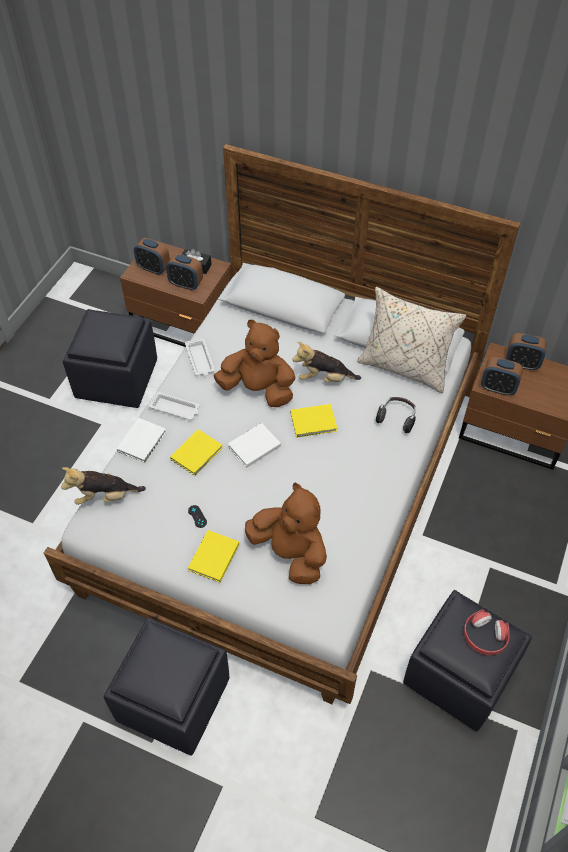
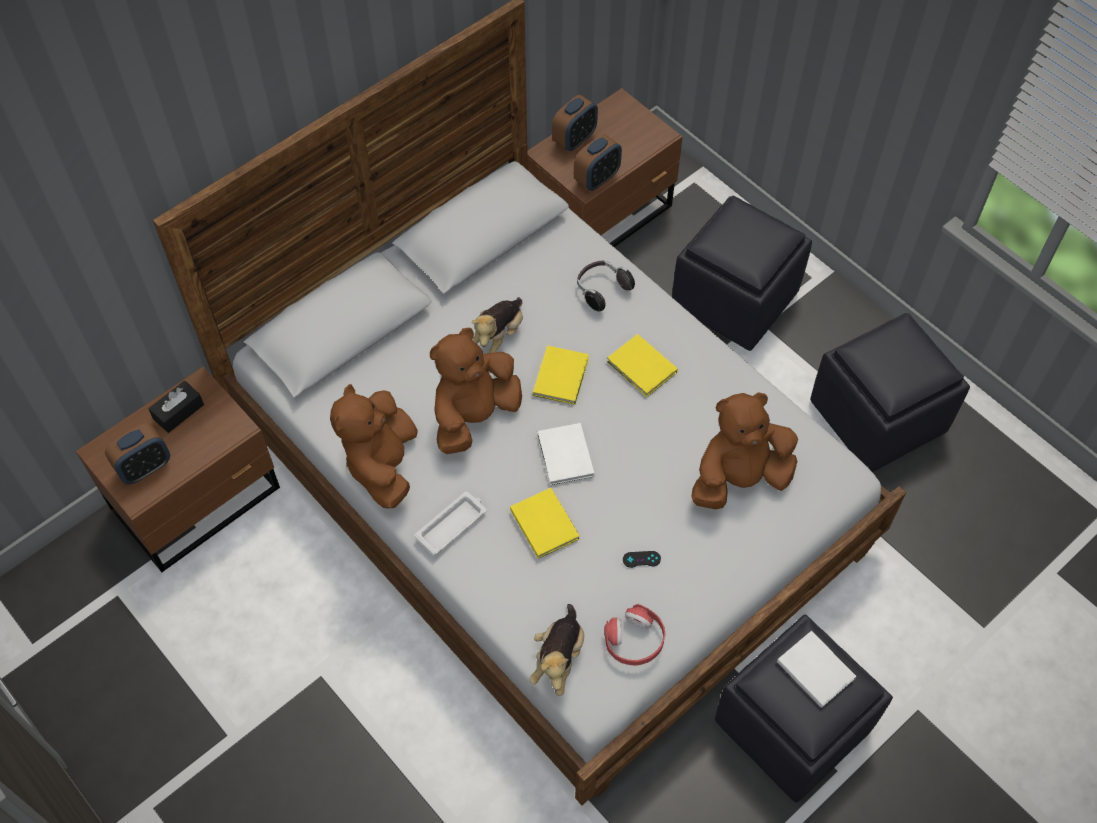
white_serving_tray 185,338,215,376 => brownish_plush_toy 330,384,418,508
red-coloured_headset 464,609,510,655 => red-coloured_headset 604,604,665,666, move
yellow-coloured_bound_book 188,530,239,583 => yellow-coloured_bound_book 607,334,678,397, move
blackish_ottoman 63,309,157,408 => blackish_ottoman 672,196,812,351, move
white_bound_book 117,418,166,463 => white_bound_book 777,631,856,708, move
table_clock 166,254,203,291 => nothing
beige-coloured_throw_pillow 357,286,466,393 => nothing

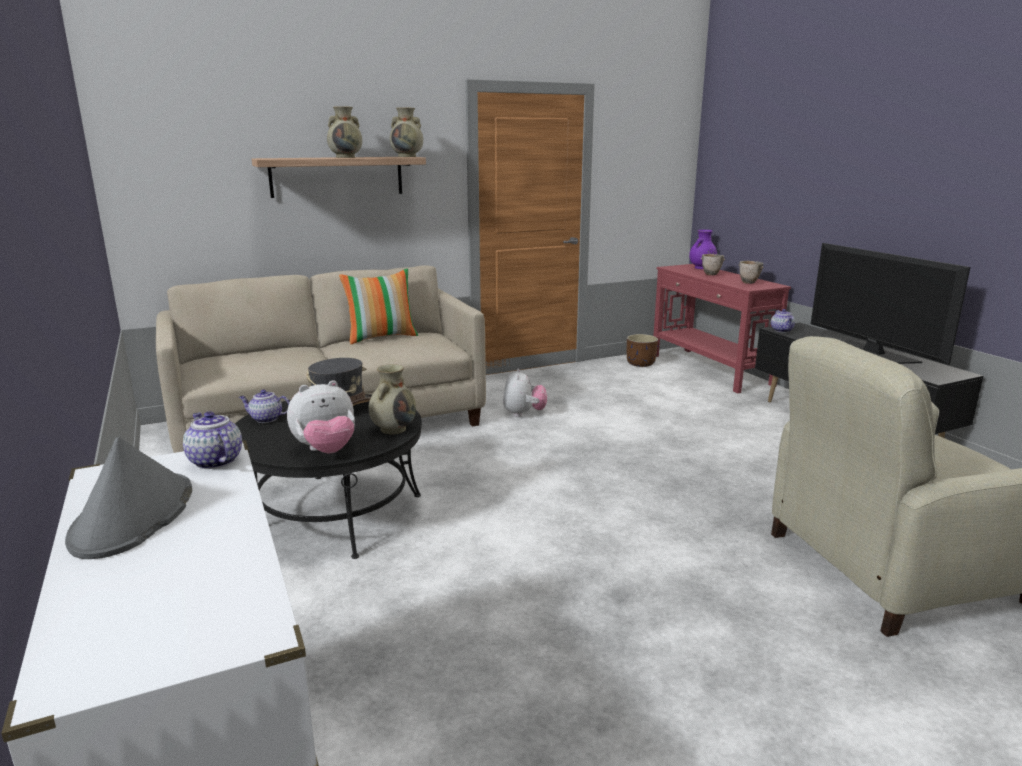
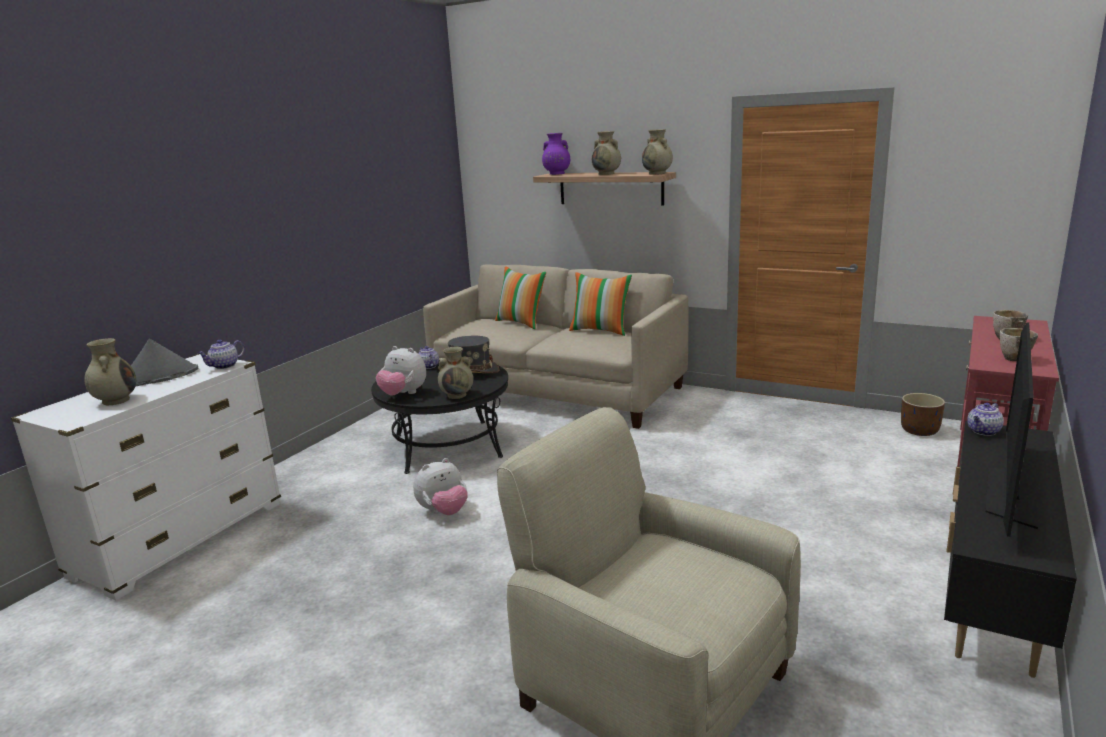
nothing => beige-coloured_flower_vase 84,338,136,405
pot_for_tea 183,411,242,469 => pot_for_tea 197,340,245,369, 150 degrees counterclockwise
plush_toy 503,369,547,417 => plush_toy 413,458,468,515, move
nothing => throw_pillow 495,266,546,329
purplish_flower_vase 689,230,717,269 => purplish_flower_vase 542,133,570,175, move

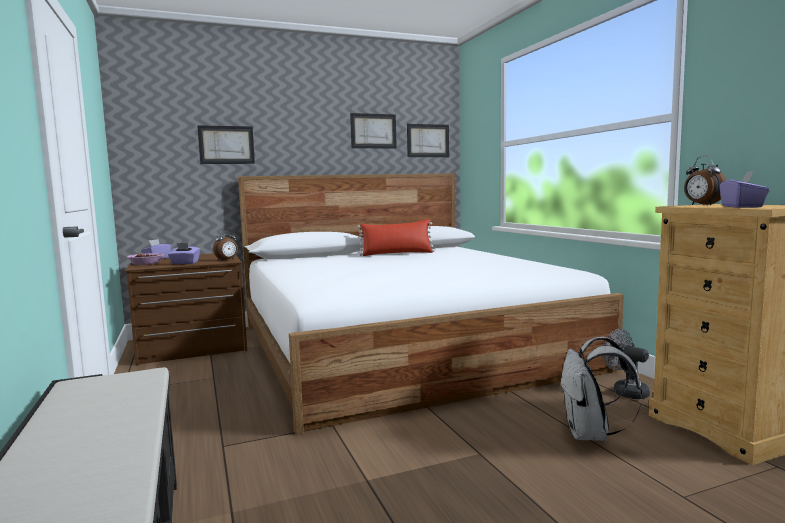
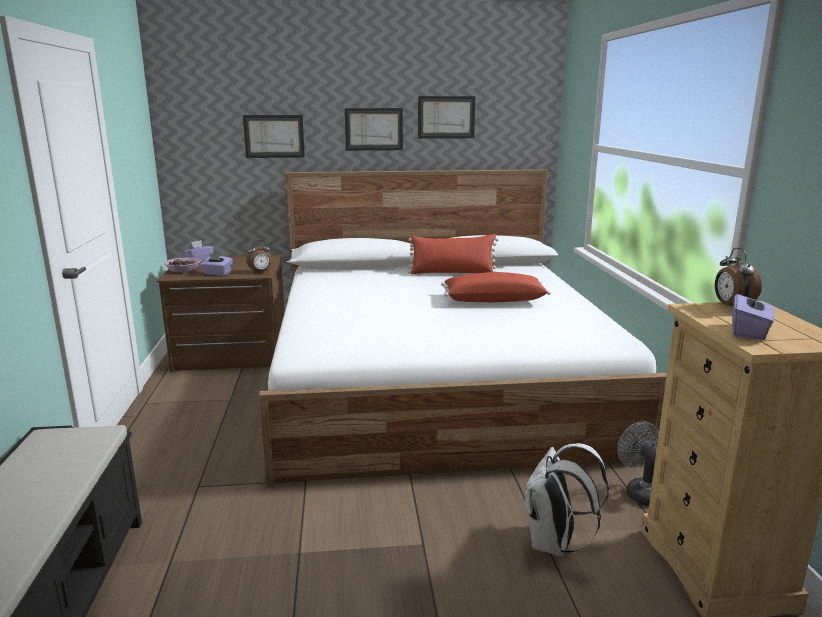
wall_picture 407,124,449,157 => wall_picture 345,108,403,151, move
nothing => red-coloured_throw_pillow 441,272,551,302

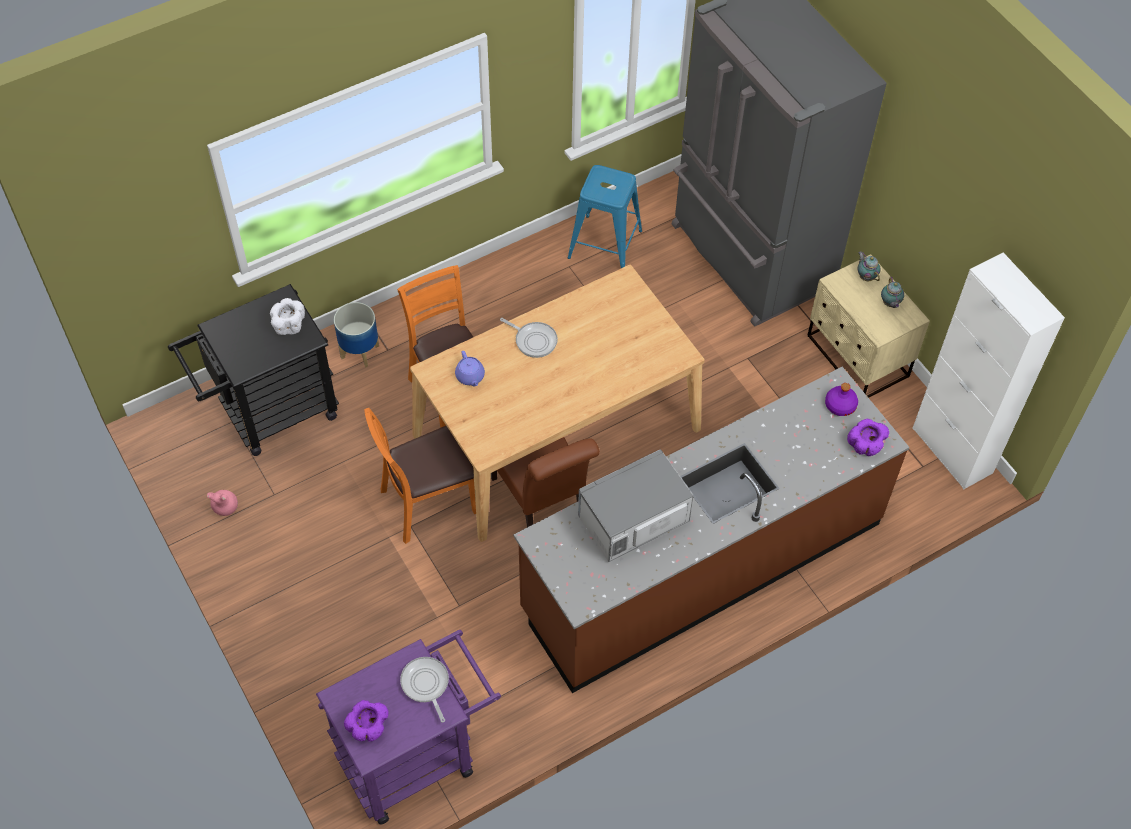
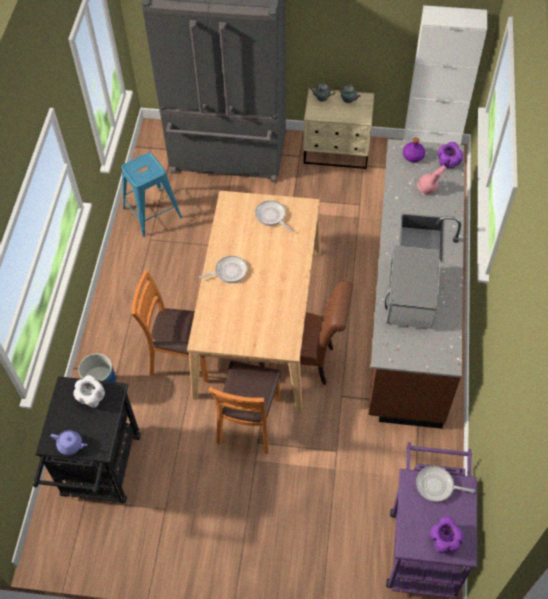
purplish_pot_for_tea 455,351,485,386 => purplish_pot_for_tea 51,430,87,455, move
nothing => frying_pan 255,200,292,232
pink-coloured_flower_vase 207,490,238,516 => pink-coloured_flower_vase 417,165,446,195, move

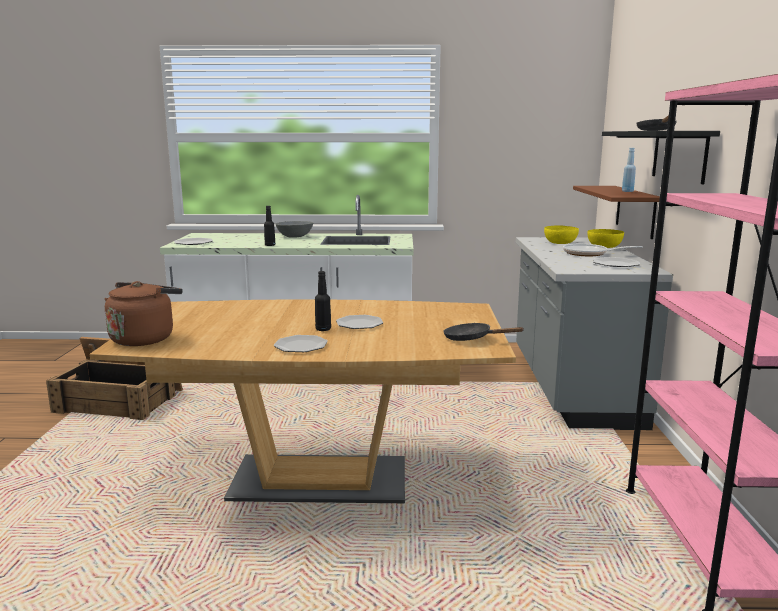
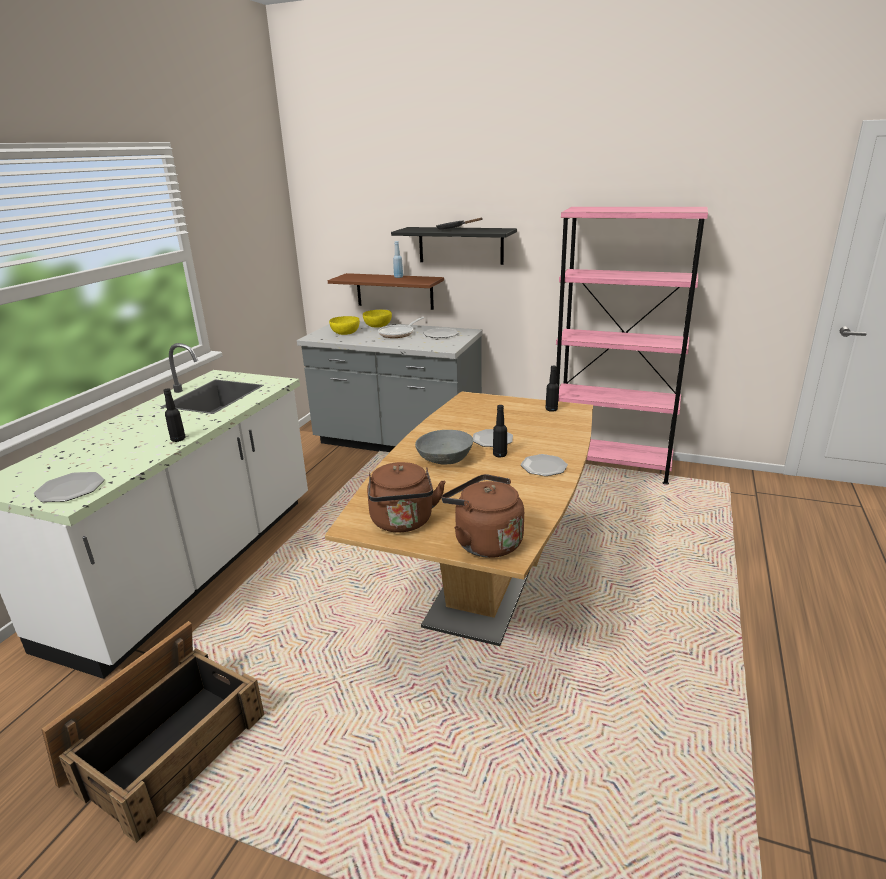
nothing => brownish_water_kettle 367,462,446,533
gray_bowl 275,221,313,238 => gray_bowl 415,430,473,464, move
blackish_frying_pan 443,323,525,341 => blackish_drink_bottle 546,365,559,412

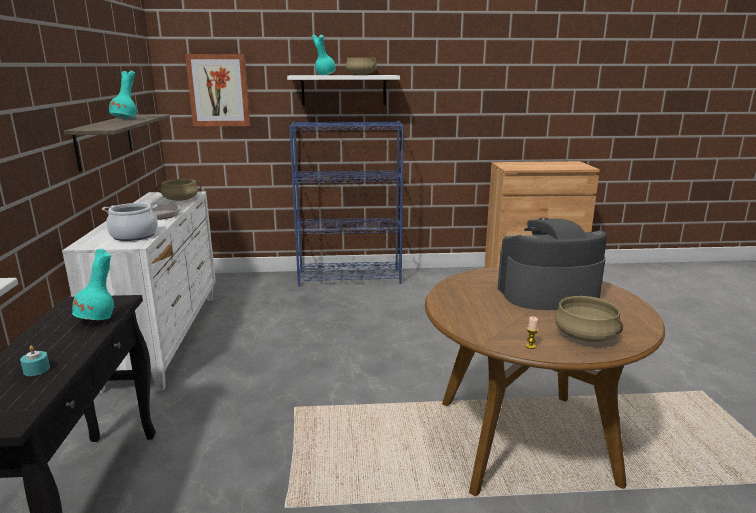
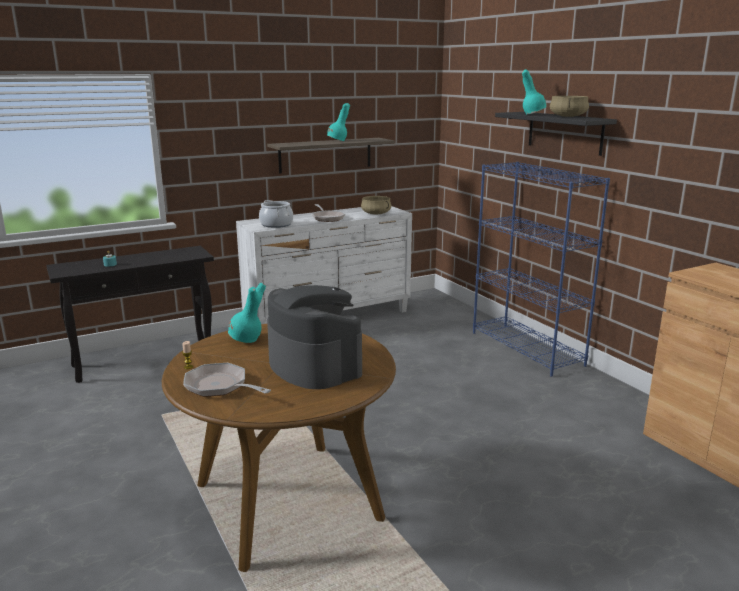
beige-coloured_stockpot 555,296,623,342 => frying_pan 183,363,271,397
blue-green_flower_vase 72,249,114,320 => blue-green_flower_vase 228,283,266,343, move
white_bracket_shelf 287,75,400,105 => blackish_bracket_shelf 495,112,617,156
wall_picture 185,54,250,126 => nothing

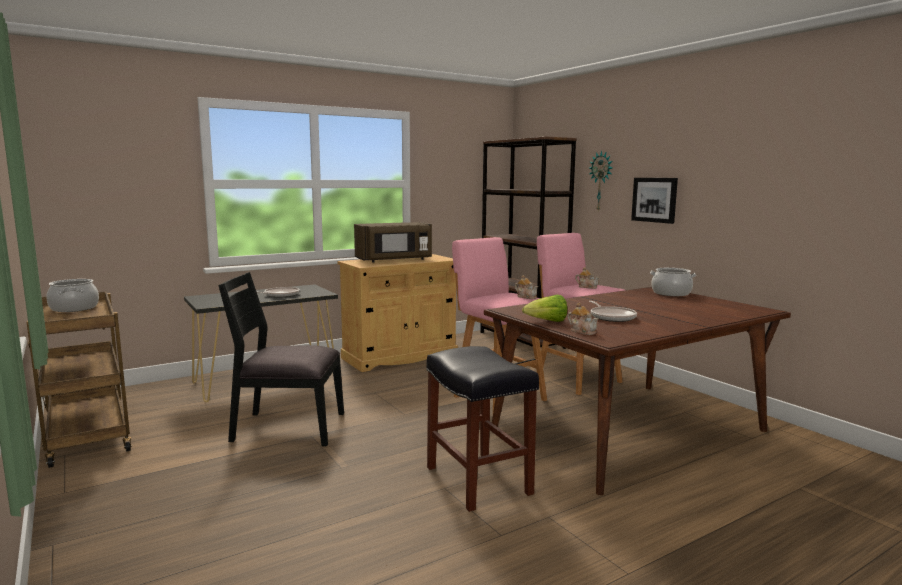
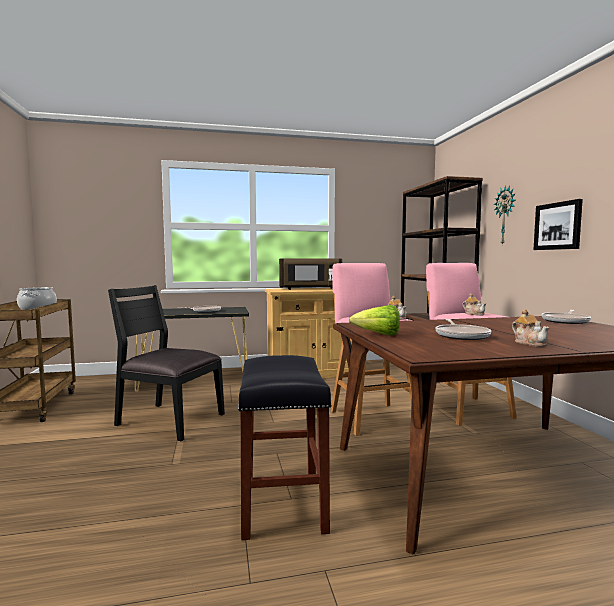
pot_for_tea 568,302,598,335 => pot_for_tea 512,309,550,347, move
stockpot 650,268,696,296 => frying_pan 541,310,591,324

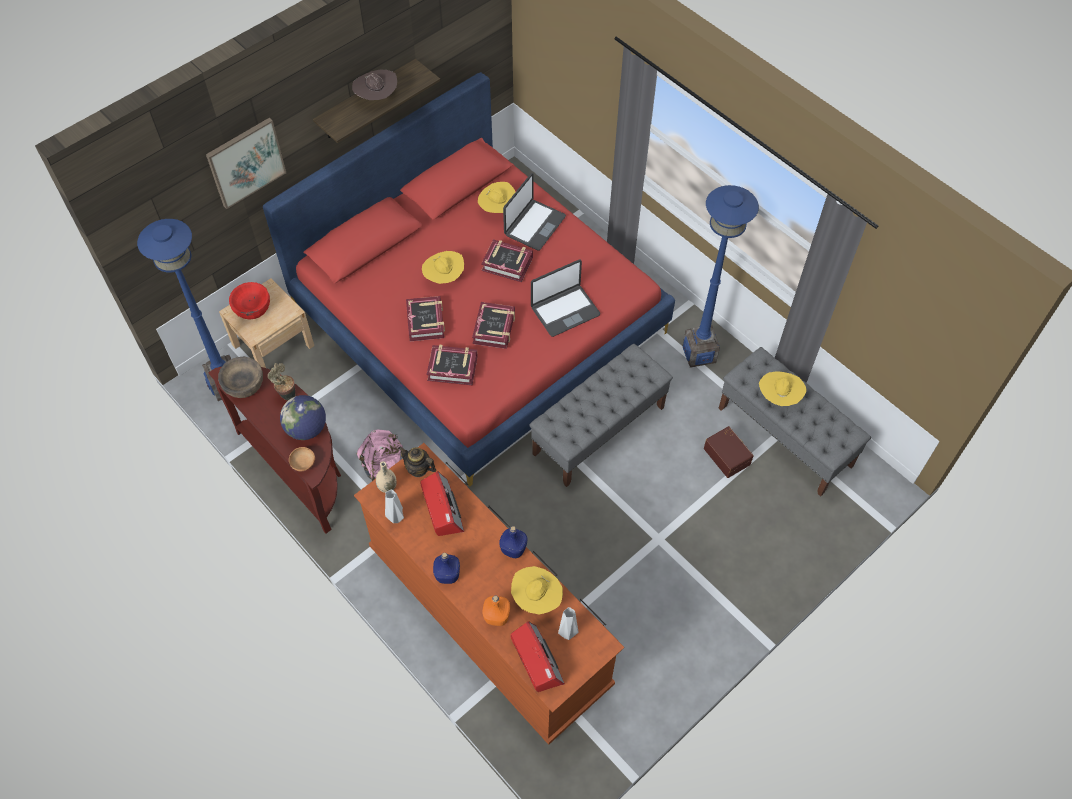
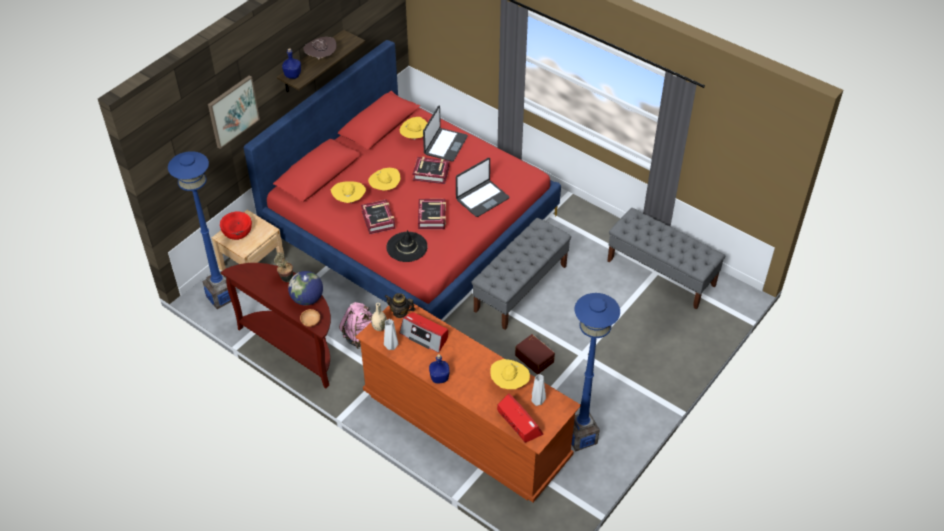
blue_drink_bottle 499,526,527,558 => blue_drink_bottle 282,48,301,79, move
yellow-coloured_clothing_hat 759,371,807,406 => yellow-coloured_clothing_hat 331,181,366,203, move
bound_book 427,345,478,385 => blackish_clothing_hat 386,230,428,262
radio 421,471,464,536 => radio 399,312,448,353, 150 degrees clockwise
brownish_storage_bin 704,426,754,478 => brownish_storage_bin 515,334,555,375, move
blue_floor_lamp 683,185,759,368 => blue_floor_lamp 572,293,620,452, move
brownish_bowl 218,357,263,398 => nothing
orange-coloured_drink_bottle 483,595,510,626 => nothing

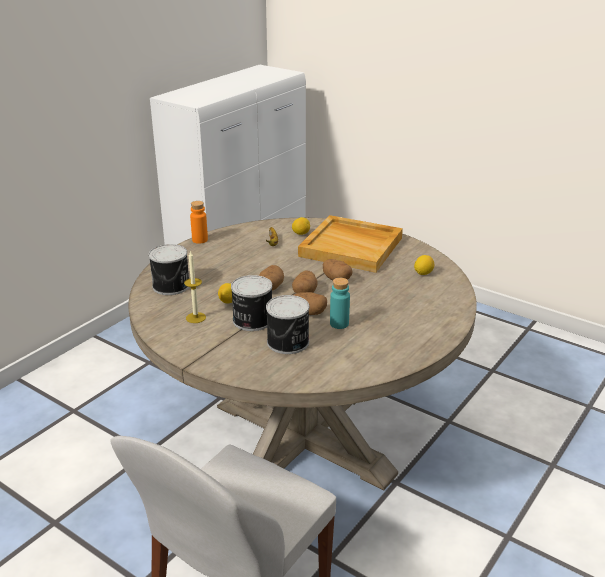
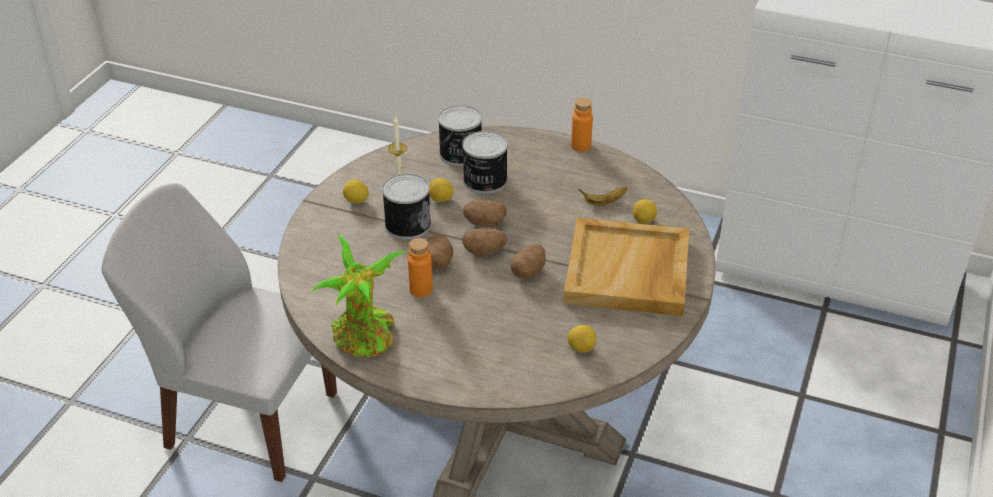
nothing => houseplant 311,235,406,358
nothing => citrus_fruit 343,179,369,204
blue-green_drink_bottle 330,278,350,329 => orange-coloured_drink_bottle 408,238,433,298
sealed_can 266,295,309,354 => sealed_can 462,131,508,194, move

